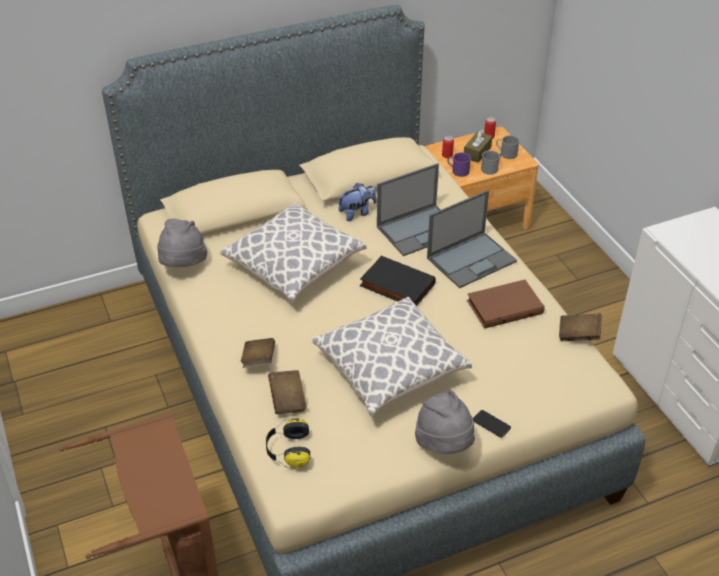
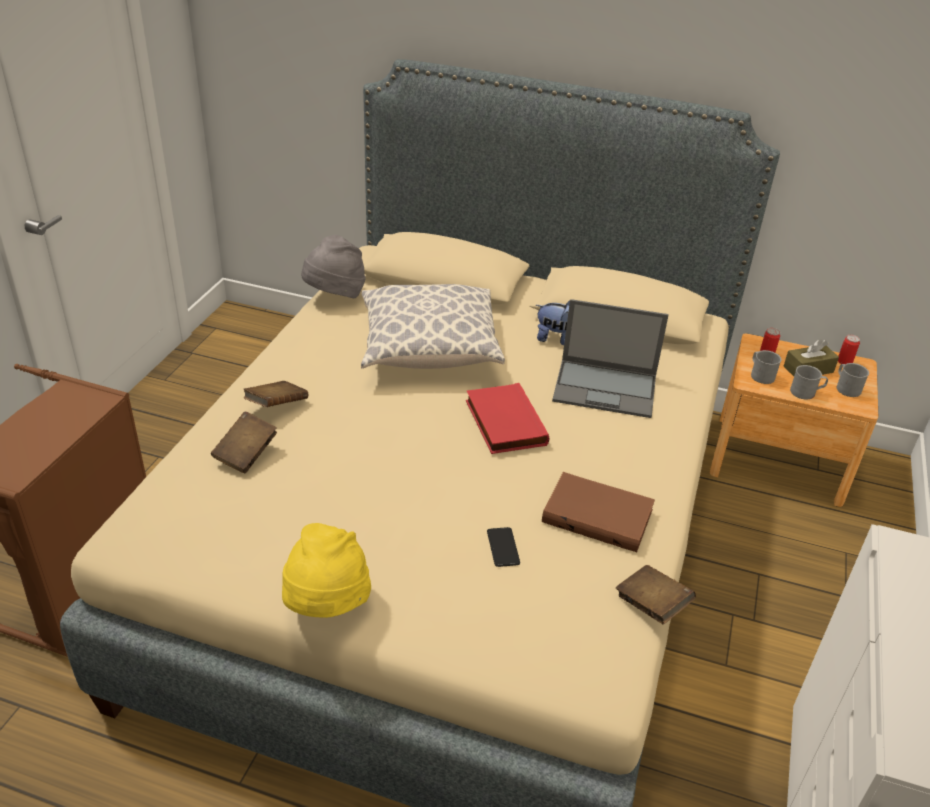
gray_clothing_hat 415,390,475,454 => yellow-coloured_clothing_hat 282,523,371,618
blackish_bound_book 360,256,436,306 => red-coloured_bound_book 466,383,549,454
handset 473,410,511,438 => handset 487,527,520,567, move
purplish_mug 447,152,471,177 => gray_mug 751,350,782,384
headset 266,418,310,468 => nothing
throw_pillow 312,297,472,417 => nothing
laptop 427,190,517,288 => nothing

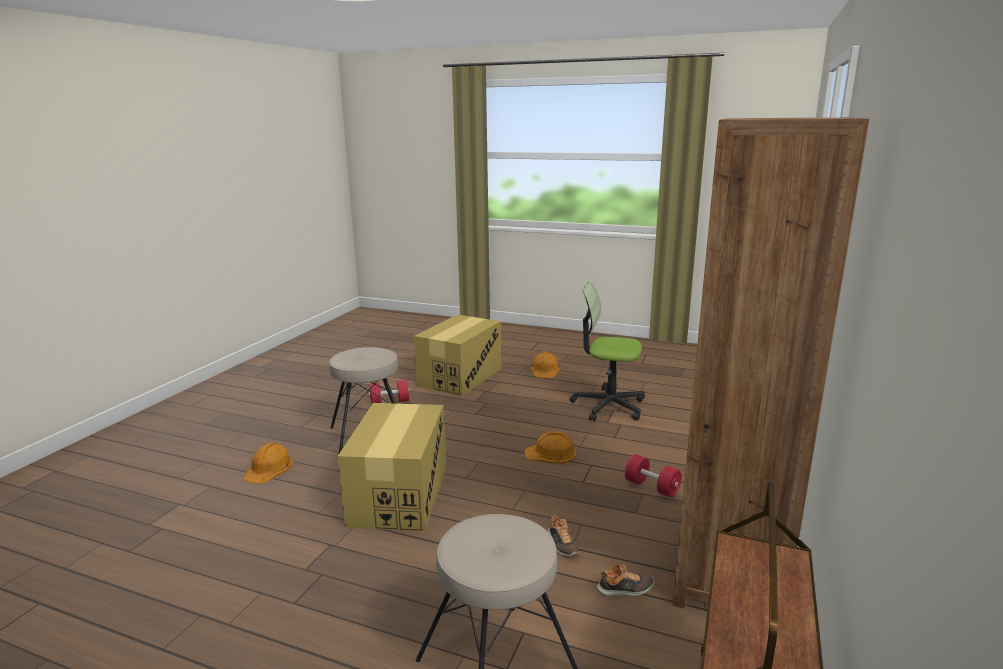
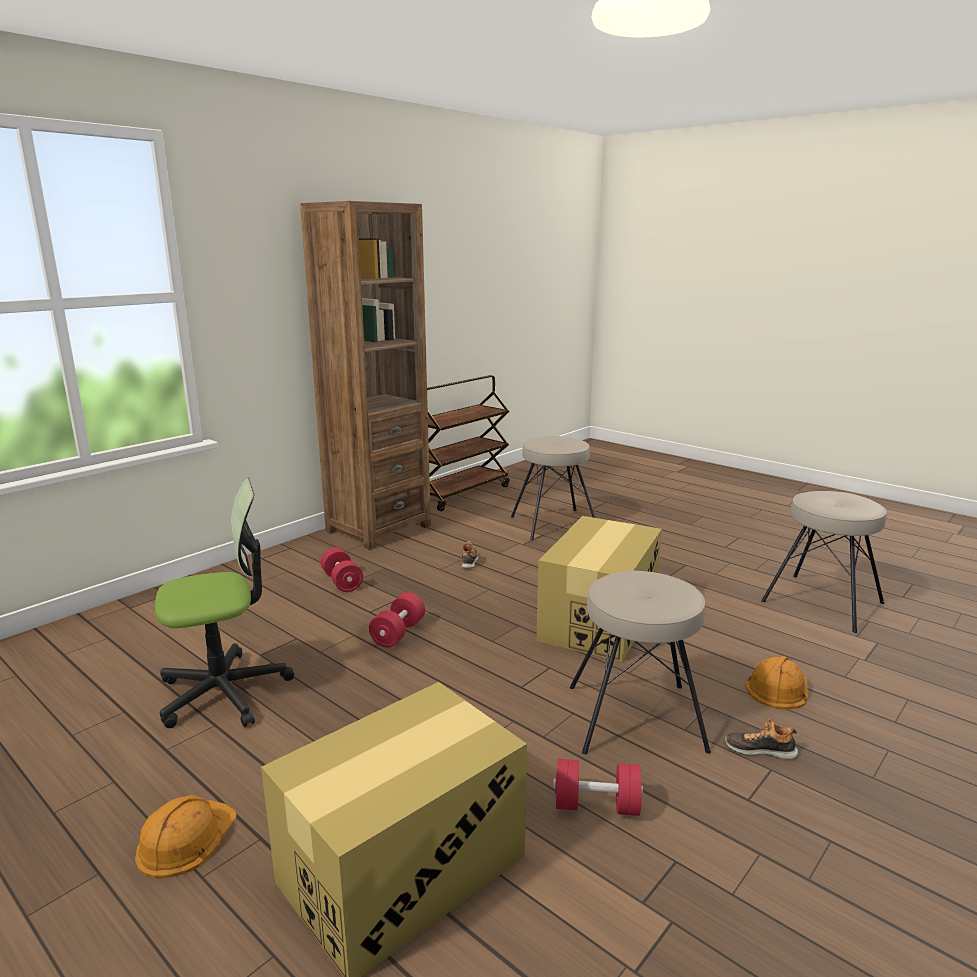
desk_chair 569,282,645,421 => desk_chair 155,478,294,728, 60 degrees counterclockwise
orange-coloured_work_helmet 525,432,576,464 => red-coloured_hand_weight 369,592,425,647
low_shoe 597,564,654,596 => low_shoe 725,719,798,759, move
nothing => beige-coloured_sitting_stool 761,491,887,633

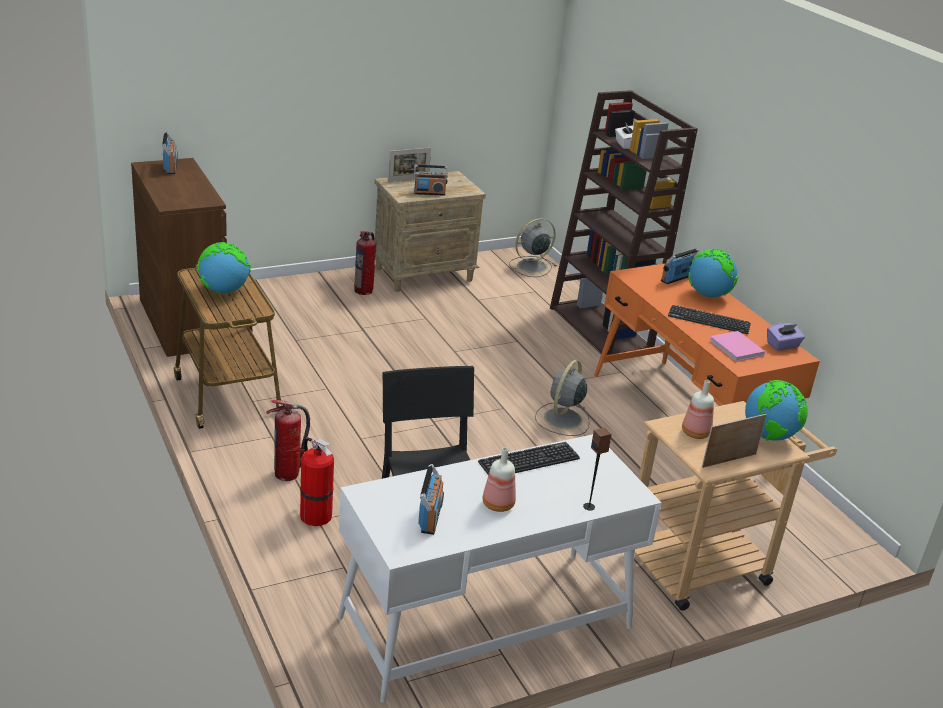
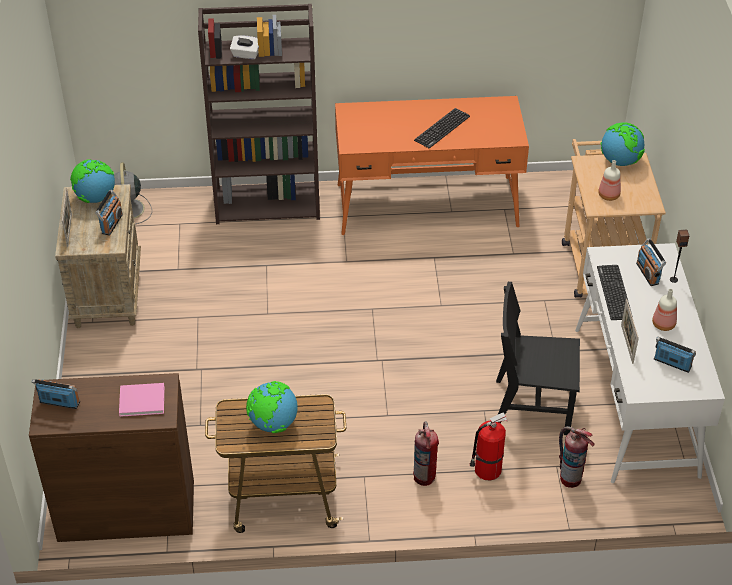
globe 688,249,738,298 => globe 70,159,115,203, move
pink-coloured_bound_book 709,331,765,362 => pink-coloured_bound_book 119,383,165,417, move
extinguisher 354,230,376,295 => extinguisher 559,426,595,488, move
photo_frame 702,414,767,468 => photo_frame 621,299,639,364, move
radio 661,248,699,284 => radio 636,238,666,286, move
gray_cooling_fan 535,360,590,436 => nothing
purplish_tissue_holder 767,323,805,351 => nothing

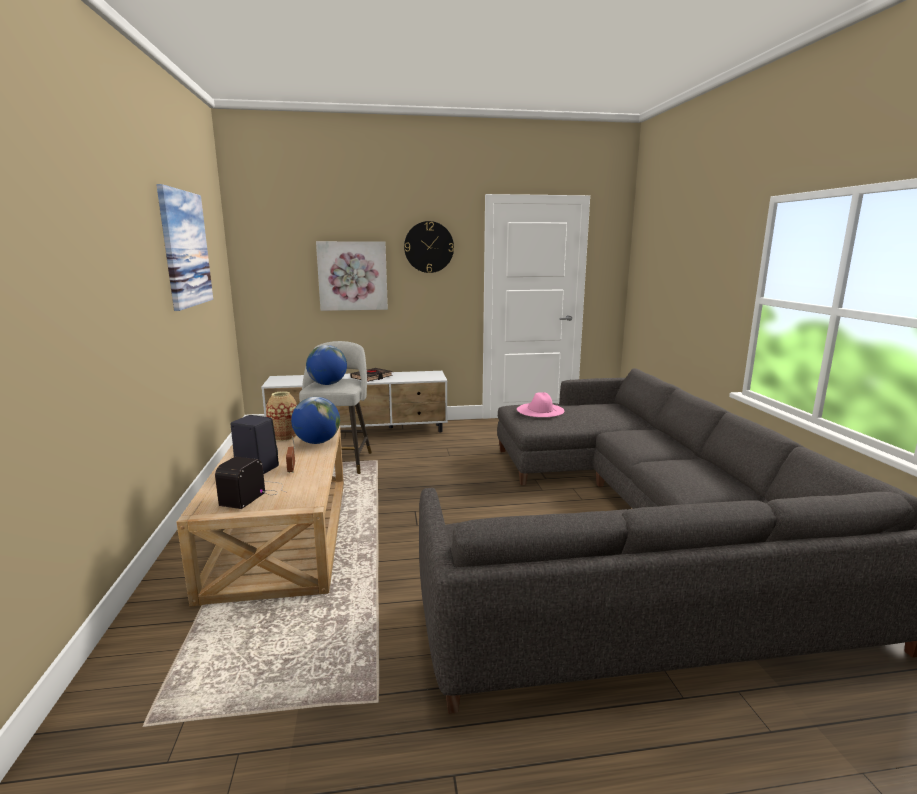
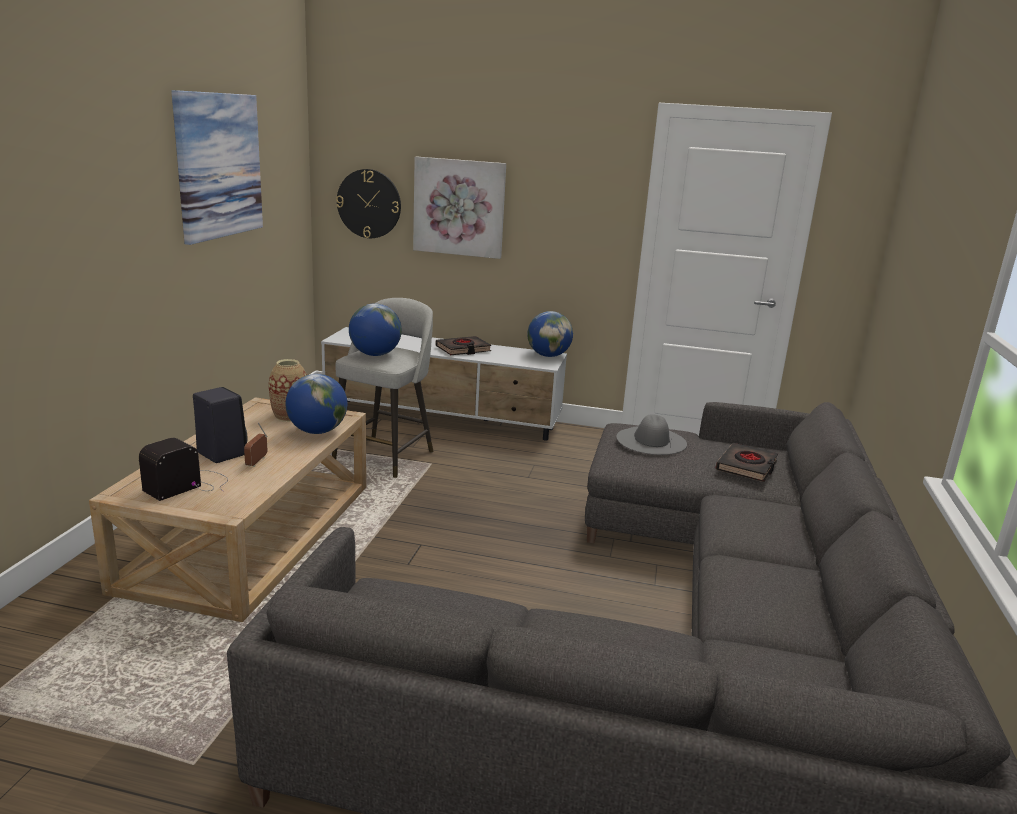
wall_clock 404,221,454,273 => wall_clock 336,169,401,238, move
nothing => globe 527,311,573,357
pink-coloured_clothing_hat 517,392,564,417 => gray_clothing_hat 617,414,687,455
nothing => blackish_bound_book 716,443,778,482

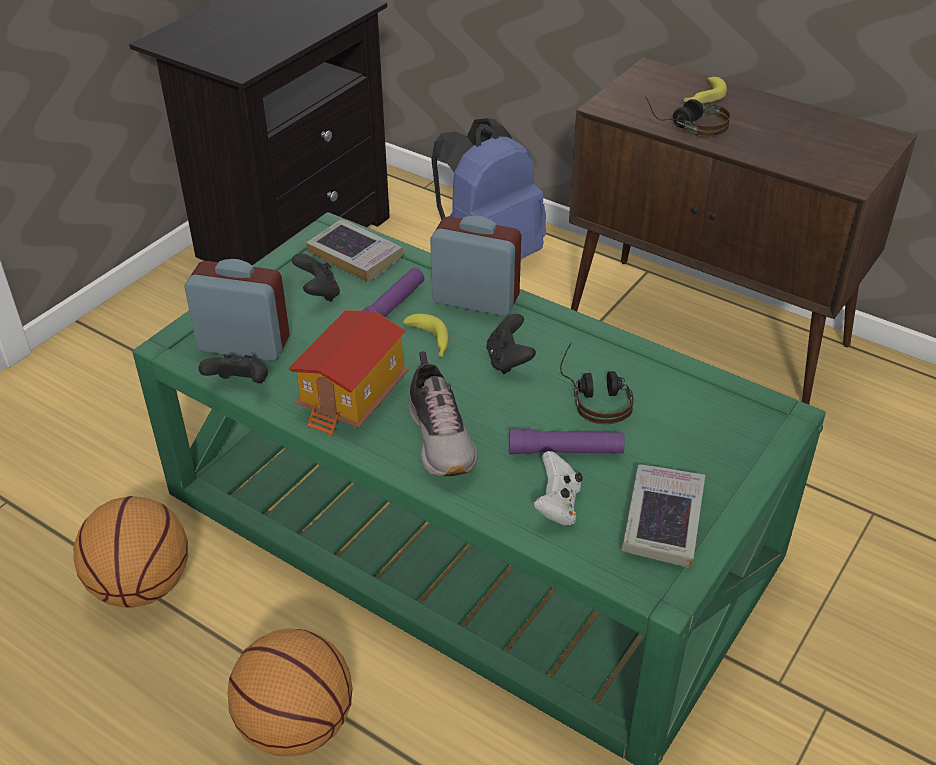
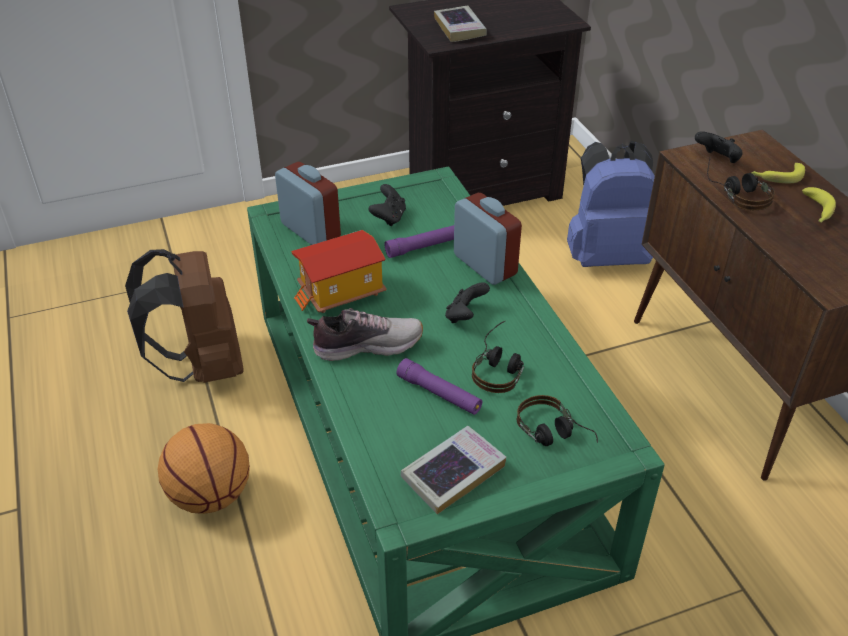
basketball 73,496,188,608 => brownish_knapsack 125,249,244,383
low_shoe 408,351,478,476 => low_shoe 307,308,423,361, 120 degrees counterclockwise
bound_book 306,219,404,282 => bound_book 434,6,487,42, move
nothing => headset 517,395,598,446
blackish_joypad 198,354,268,384 => blackish_joypad 695,132,743,163, move
banana 403,314,449,358 => banana 802,187,836,223, move
white_joypad 533,451,583,525 => nothing

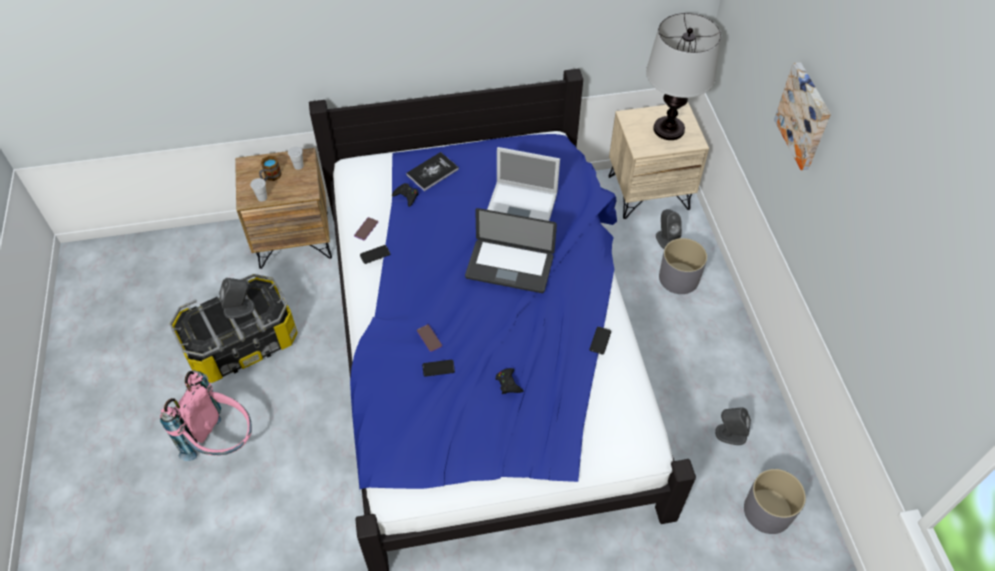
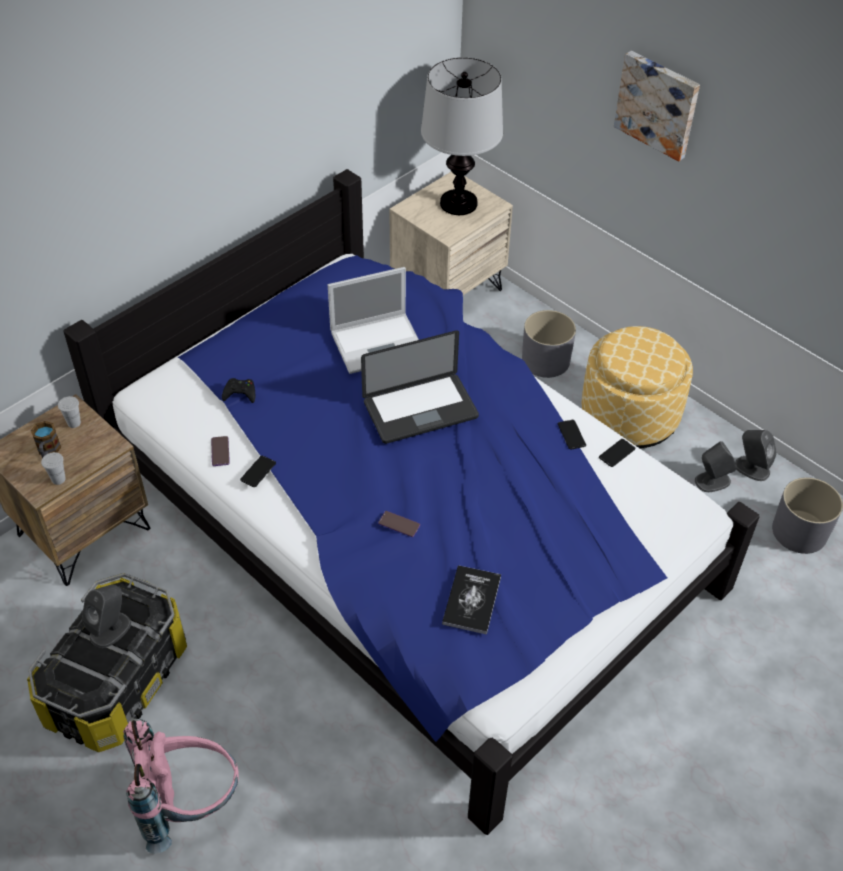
bound_book 406,152,459,191 => bound_book 442,565,501,635, move
nothing => ottoman 581,326,693,448
handset 422,360,455,377 => handset 599,439,635,467, move
gray_loudspeaker 656,209,682,249 => gray_loudspeaker 735,430,777,481, move
blackish_joypad 496,368,524,394 => nothing

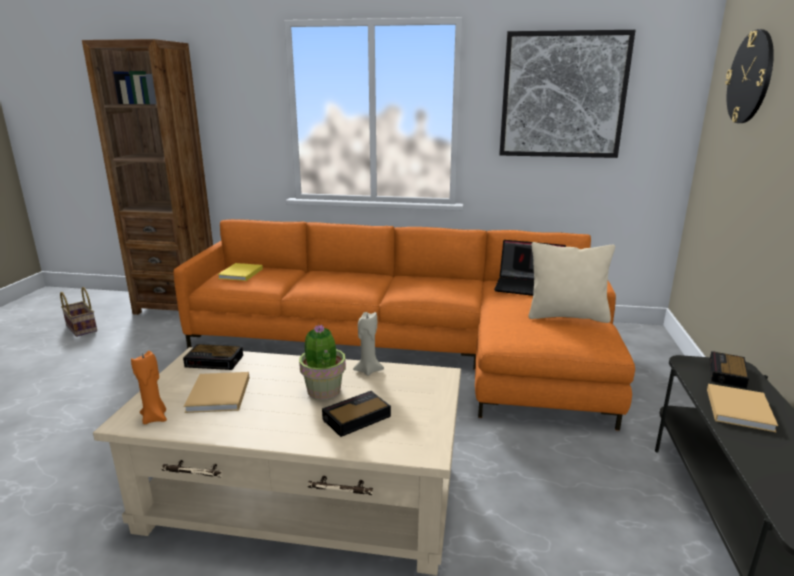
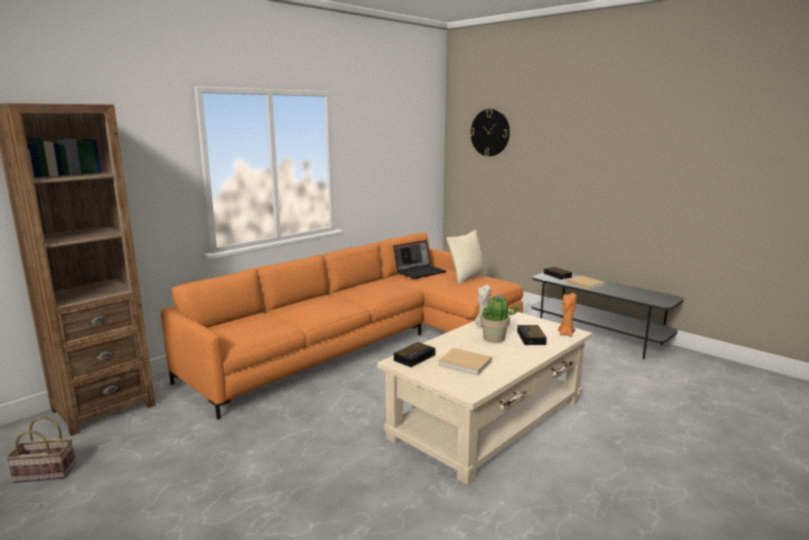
orange-coloured_candle 131,351,167,424 => orange-coloured_candle 558,293,577,337, move
yellow-coloured_bound_book 218,263,263,281 => nothing
wall_picture 499,30,635,158 => nothing

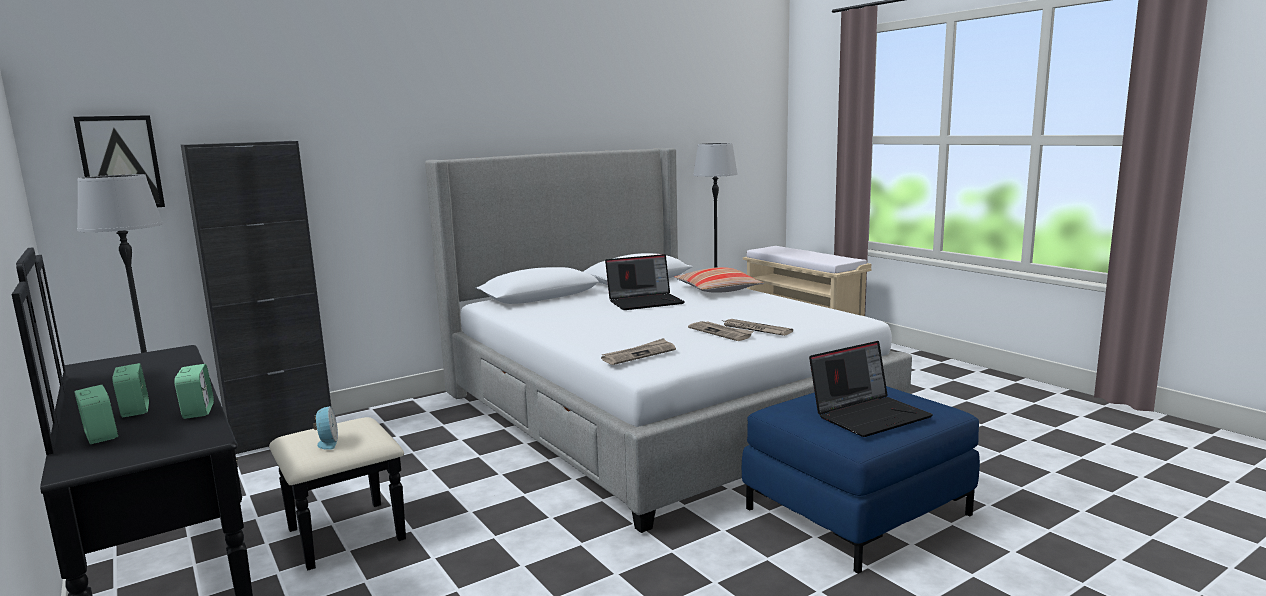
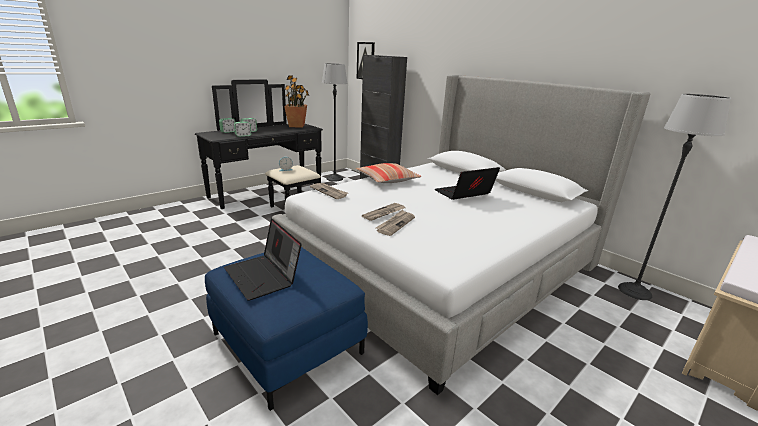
nothing => houseplant 284,75,309,128
throw_pillow 674,267,764,293 => throw_pillow 356,163,421,183, move
laptop 605,254,685,310 => laptop 435,167,500,200, 90 degrees clockwise

